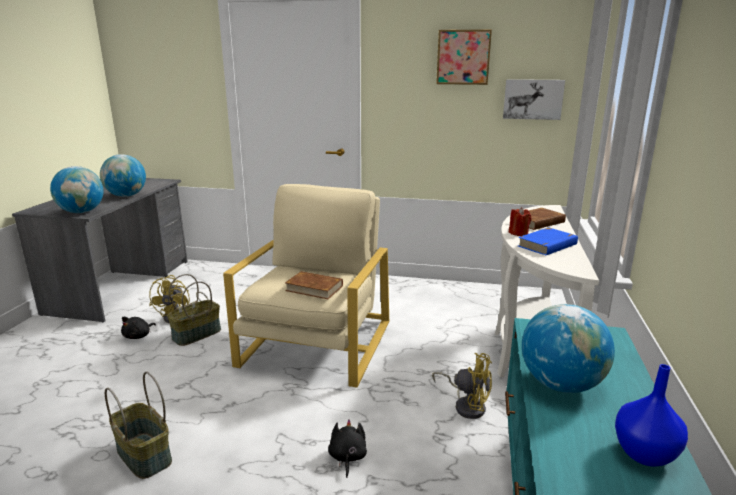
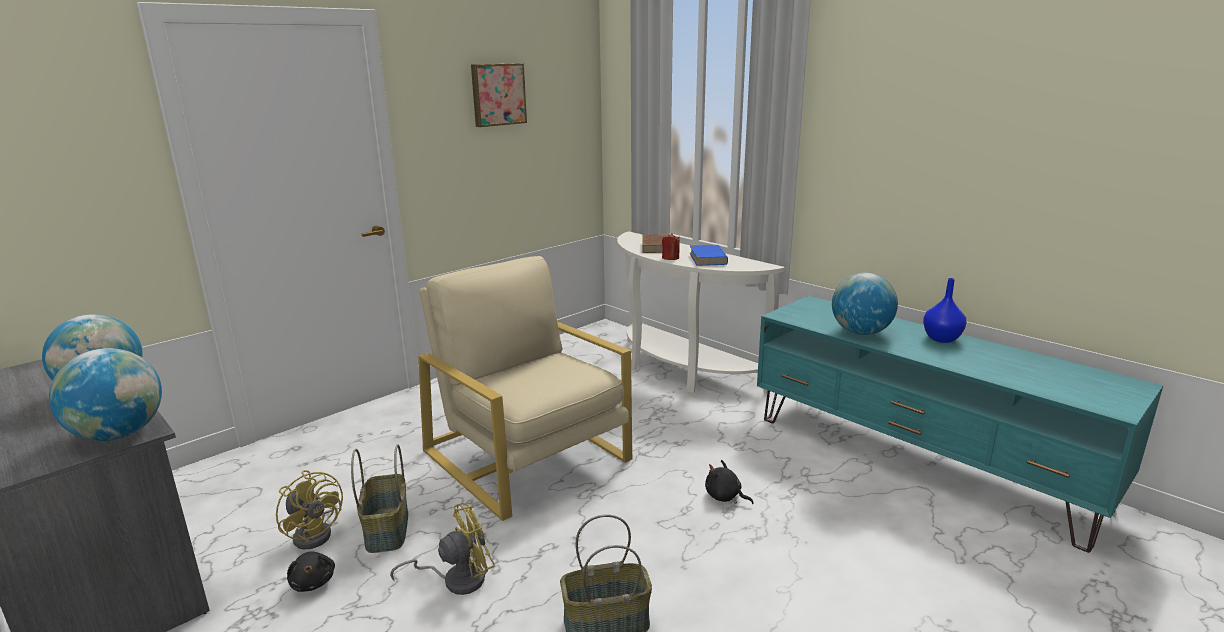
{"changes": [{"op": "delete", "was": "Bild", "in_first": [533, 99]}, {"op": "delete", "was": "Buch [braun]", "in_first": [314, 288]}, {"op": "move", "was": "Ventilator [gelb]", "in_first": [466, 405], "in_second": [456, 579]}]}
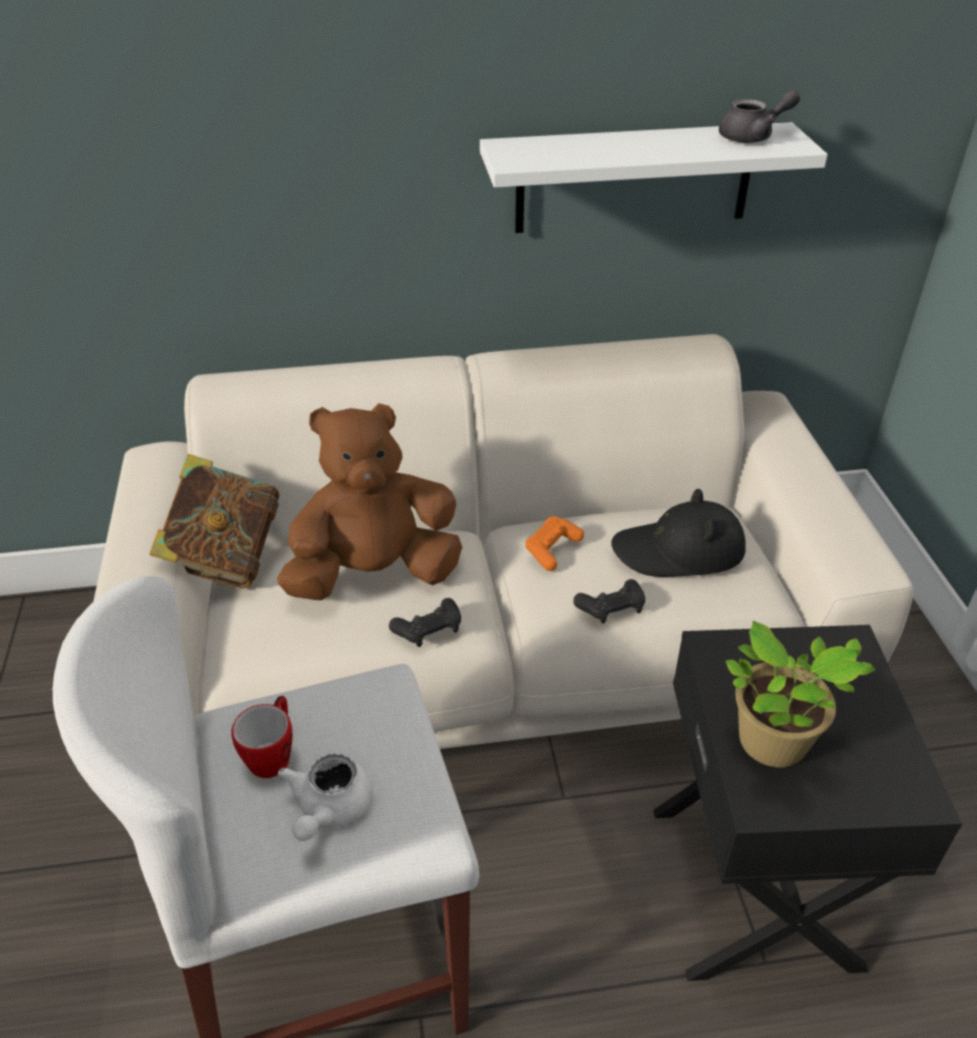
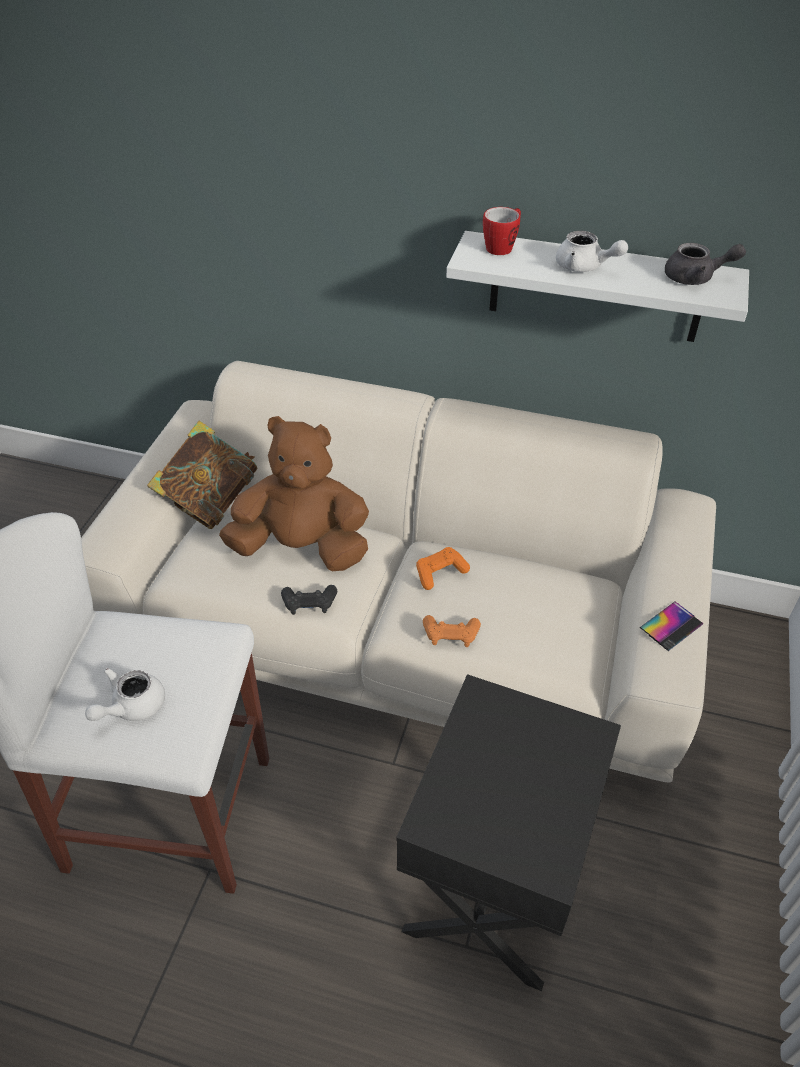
{"changes": [{"op": "delete", "was": "Hut [schwarz]", "in_first": [679, 551]}, {"op": "recolor", "was": "Gamepad [schwarz]", "now": "Gamepad [orange]", "in_first": [611, 608], "in_second": [450, 635]}, {"op": "delete", "was": "Topfpflanze", "in_first": [773, 746]}, {"op": "move", "was": "Henkelbecher", "in_first": [273, 754], "in_second": [502, 247]}, {"op": "insert", "now": "Teekanne [weiß]", "in_second": [584, 267]}, {"op": "insert", "now": "Handy", "in_second": [671, 626]}]}
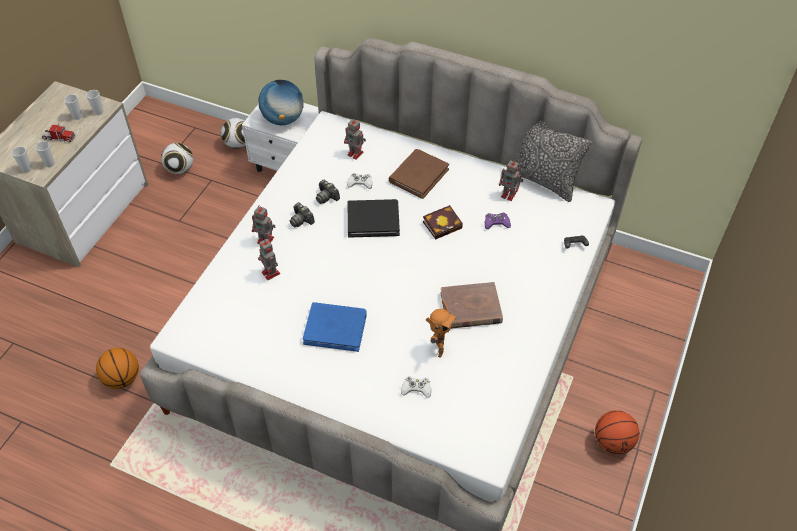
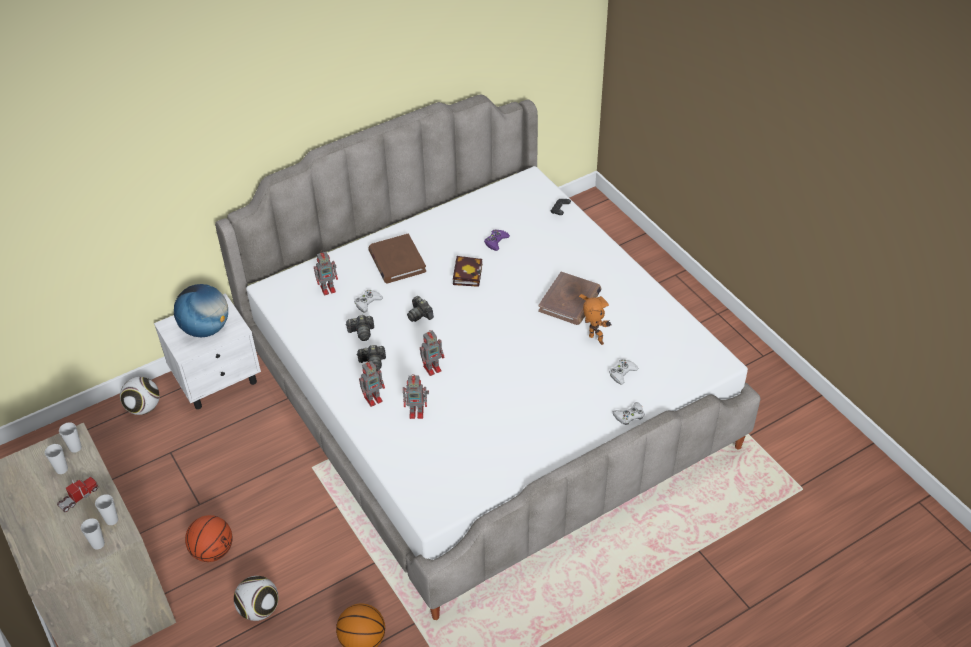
{"changes": [{"op": "delete", "was": "Kissen", "in_first": [544, 181]}, {"op": "move", "was": "Fußball", "in_first": [180, 169], "in_second": [259, 609]}, {"op": "move", "was": "Spielzeugroboter", "in_first": [509, 195], "in_second": [433, 368]}, {"op": "replace", "was": "Buch [schwarz]", "now": "Kamera", "in_first": [373, 220], "in_second": [420, 314]}, {"op": "delete", "was": "Buch [blau]", "in_first": [335, 328]}, {"op": "move", "was": "Basketball", "in_first": [613, 442], "in_second": [212, 551]}, {"op": "insert", "now": "Gamepad [weiß]", "in_second": [629, 415]}]}
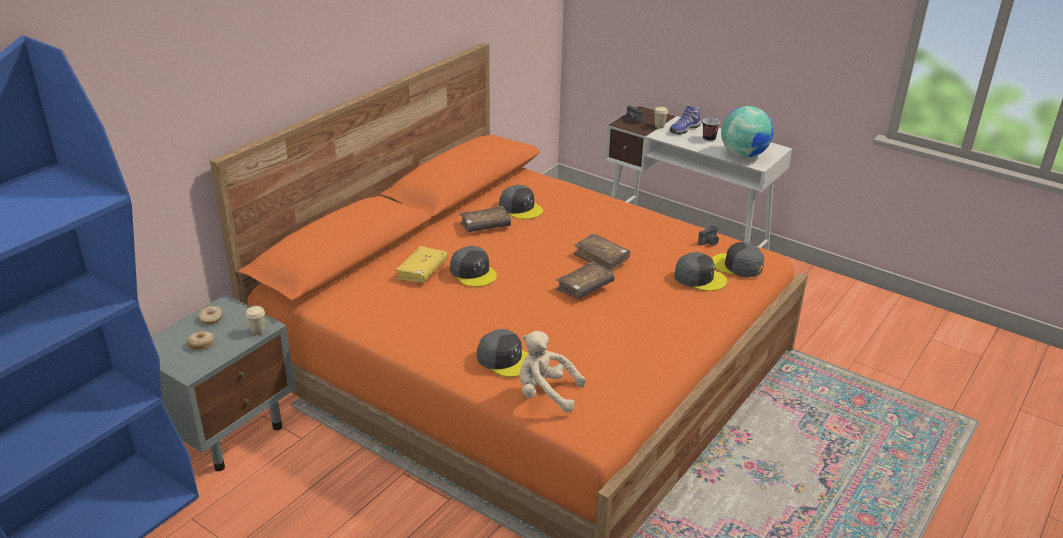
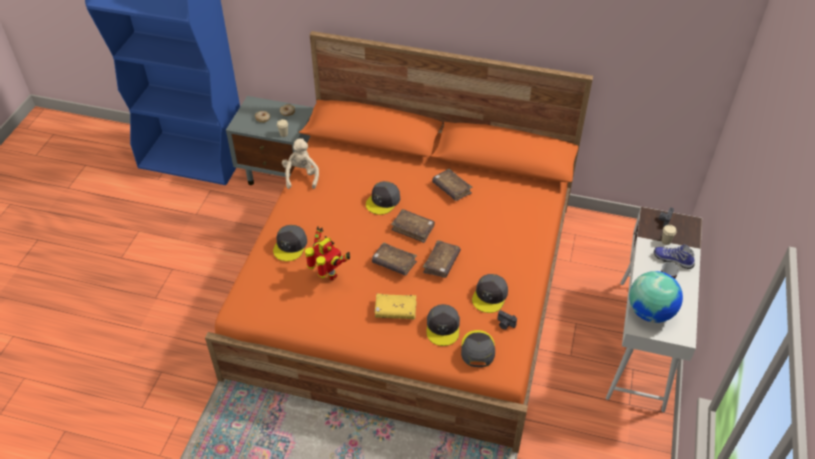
{"changes": [{"op": "move", "was": "Kappe [grau]", "in_first": [520, 208], "in_second": [490, 296]}, {"op": "move", "was": "Buch [gelb]", "in_first": [422, 271], "in_second": [395, 310]}, {"op": "move", "was": "Plüschtier [beige]", "in_first": [545, 393], "in_second": [301, 176]}, {"op": "insert", "now": "Buch [braun]", "in_second": [413, 229]}, {"op": "insert", "now": "Spielzeugroboter", "in_second": [328, 275]}]}
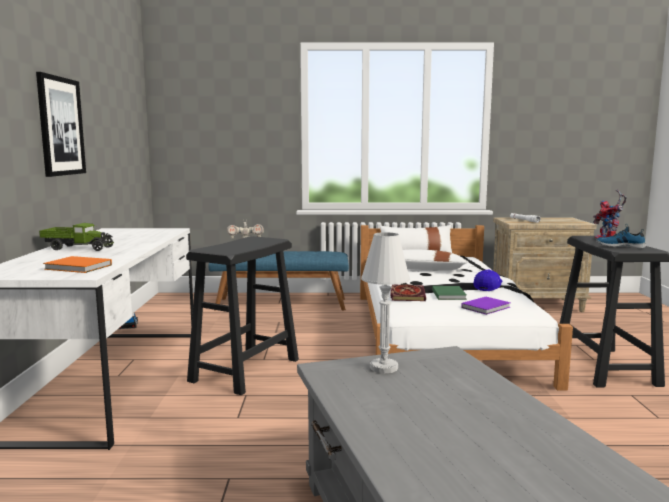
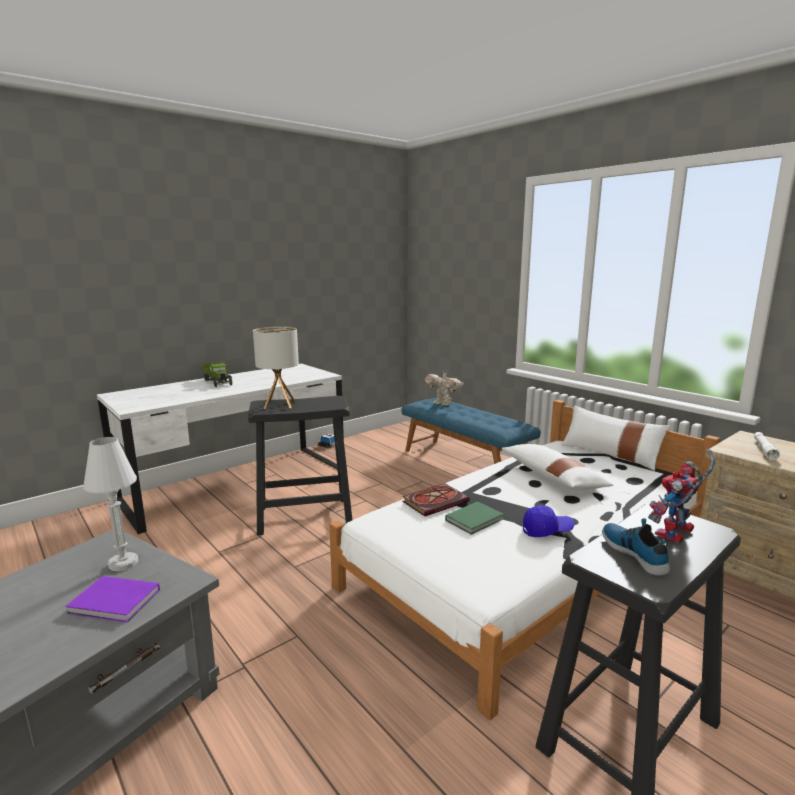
{"changes": [{"op": "delete", "was": "Bild", "in_first": [60, 126]}, {"op": "delete", "was": "Buch [orange]", "in_first": [79, 267]}, {"op": "move", "was": "Buch [lila]", "in_first": [487, 307], "in_second": [116, 602]}, {"op": "insert", "now": "Tischlampe", "in_second": [279, 404]}]}
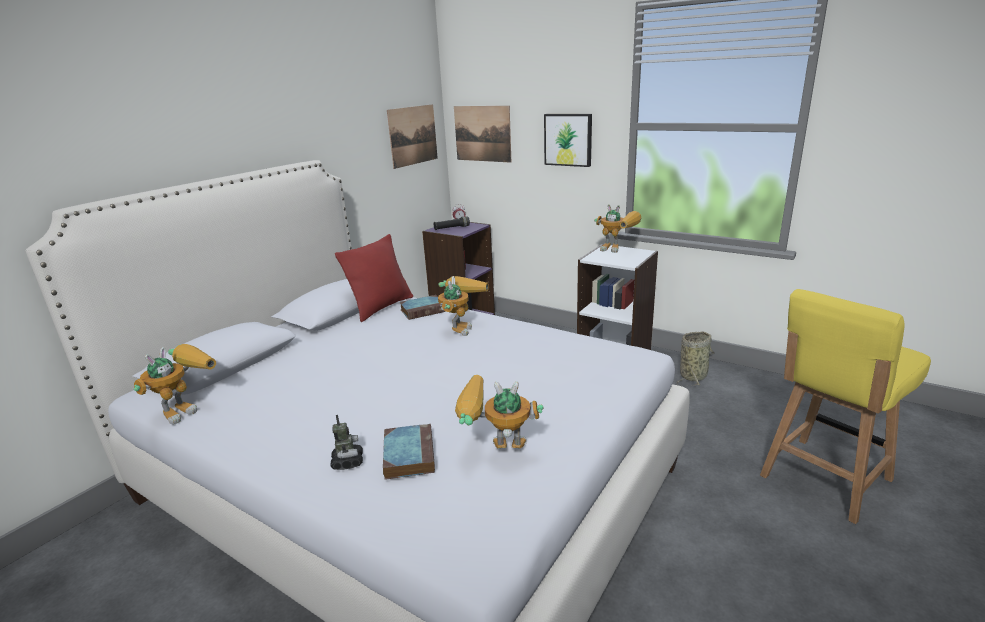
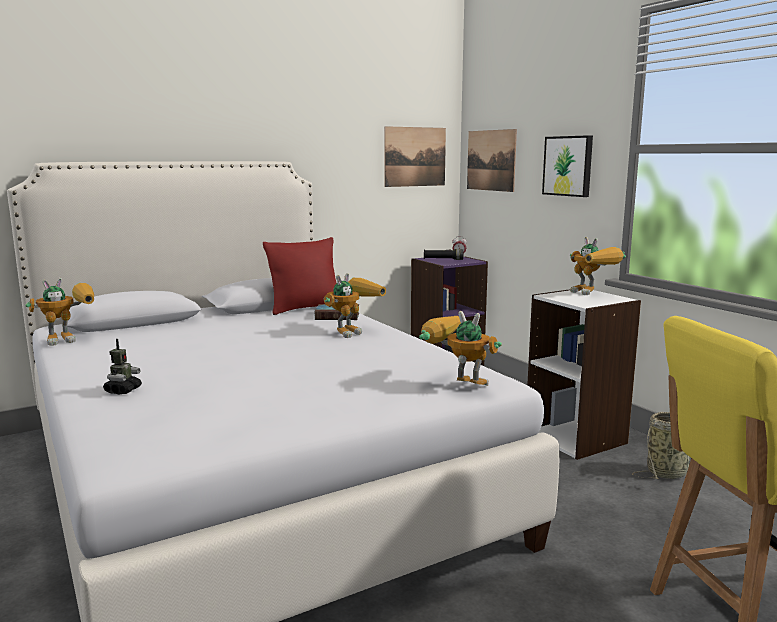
{"changes": [{"op": "move", "was": "Spielzeugroboter", "in_first": [495, 451], "in_second": [456, 385]}, {"op": "delete", "was": "Buch", "in_first": [408, 454]}]}
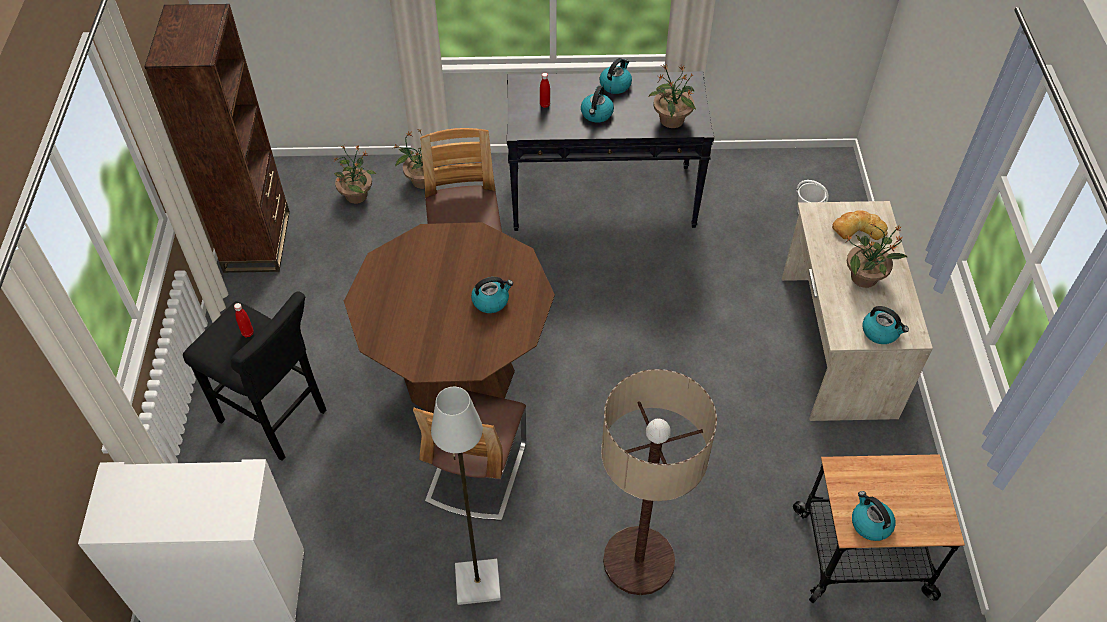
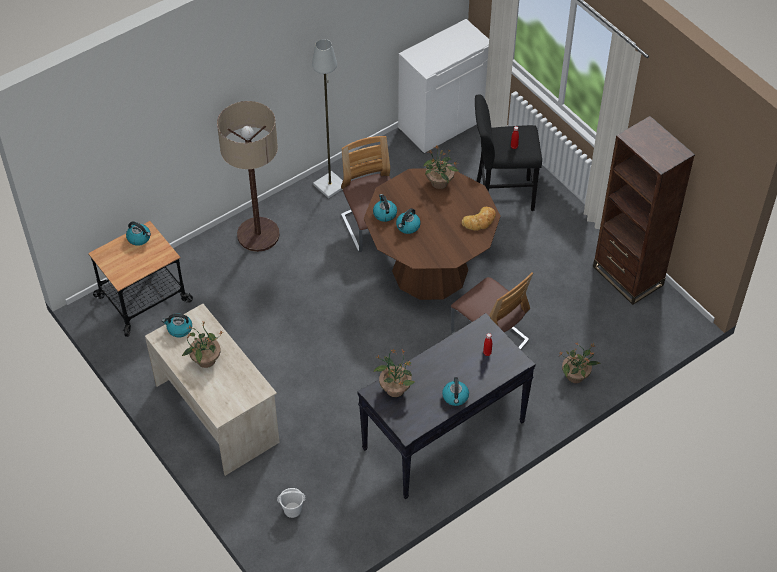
{"changes": [{"op": "move", "was": "Wasserkessel", "in_first": [596, 114], "in_second": [384, 214]}, {"op": "move", "was": "Topfpflanze", "in_first": [357, 195], "in_second": [439, 183]}, {"op": "move", "was": "Brot", "in_first": [858, 228], "in_second": [480, 221]}]}
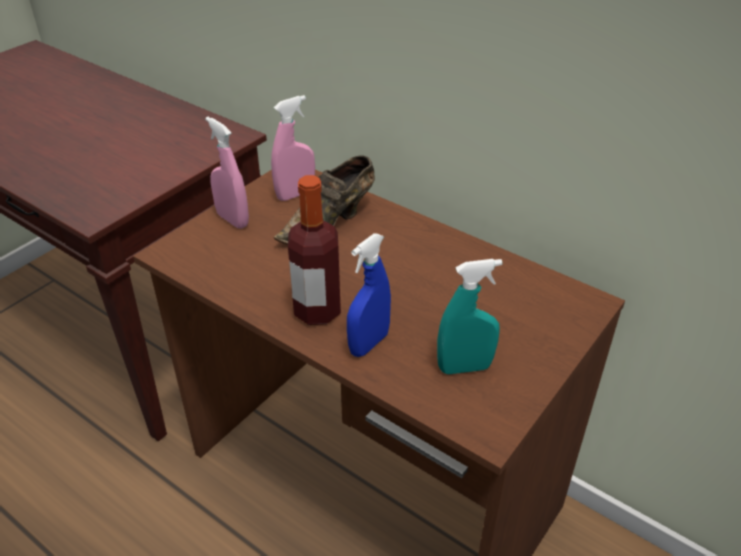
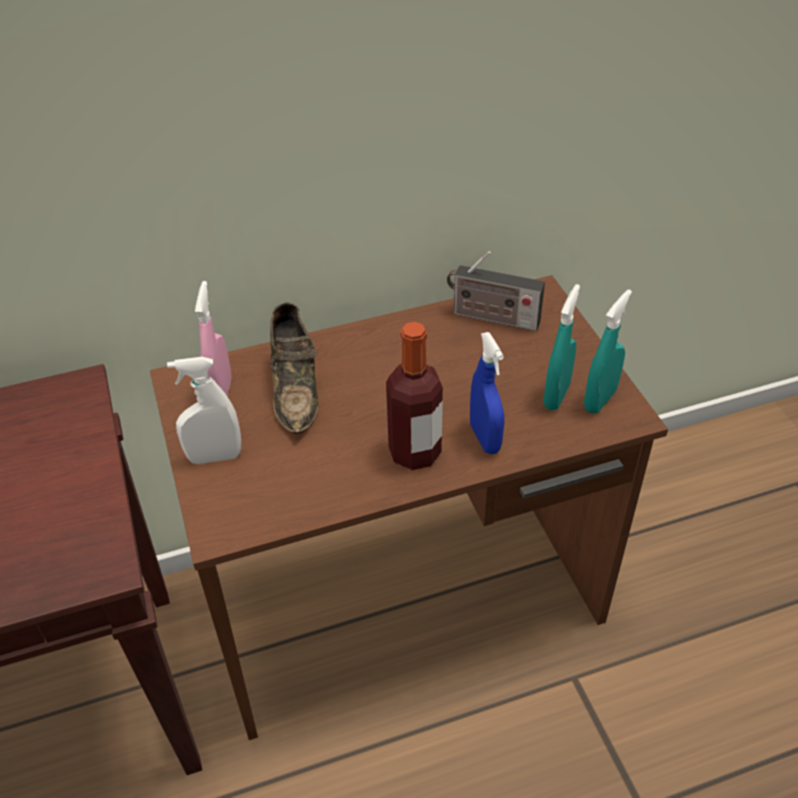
{"changes": [{"op": "recolor", "was": "Sprühflasche [rosa]", "now": "Sprühflasche [weiß]", "in_first": [232, 220], "in_second": [215, 457]}, {"op": "insert", "now": "Radio", "in_second": [491, 318]}, {"op": "insert", "now": "Sprühflasche [türkis]", "in_second": [600, 400]}]}
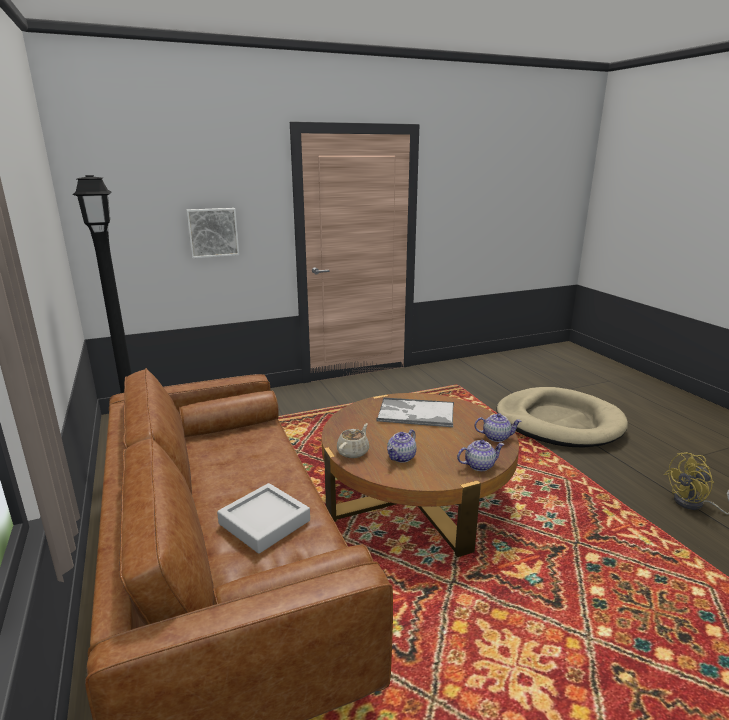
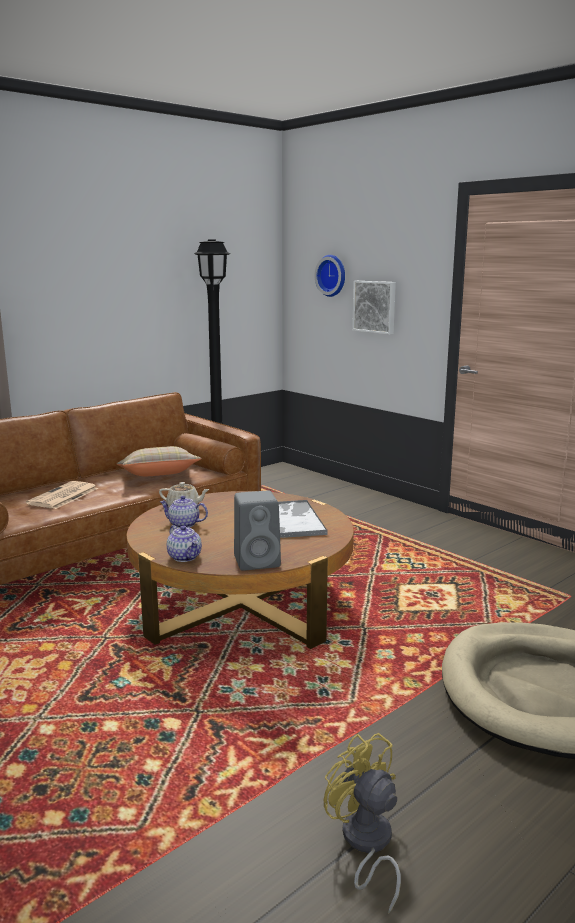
{"changes": [{"op": "replace", "was": "Teekanne", "now": "Lautsprecher [grau]", "in_first": [496, 437], "in_second": [258, 561]}, {"op": "replace", "was": "Tablett [grau]", "now": "Zeitung", "in_first": [264, 522], "in_second": [63, 496]}, {"op": "insert", "now": "Wanduhr", "in_second": [332, 275]}, {"op": "insert", "now": "Kissen [beige]", "in_second": [158, 476]}]}
